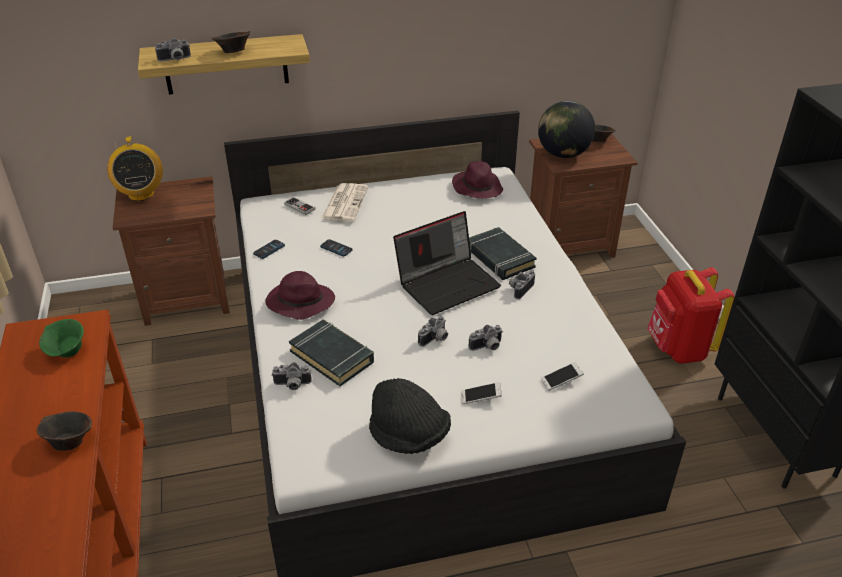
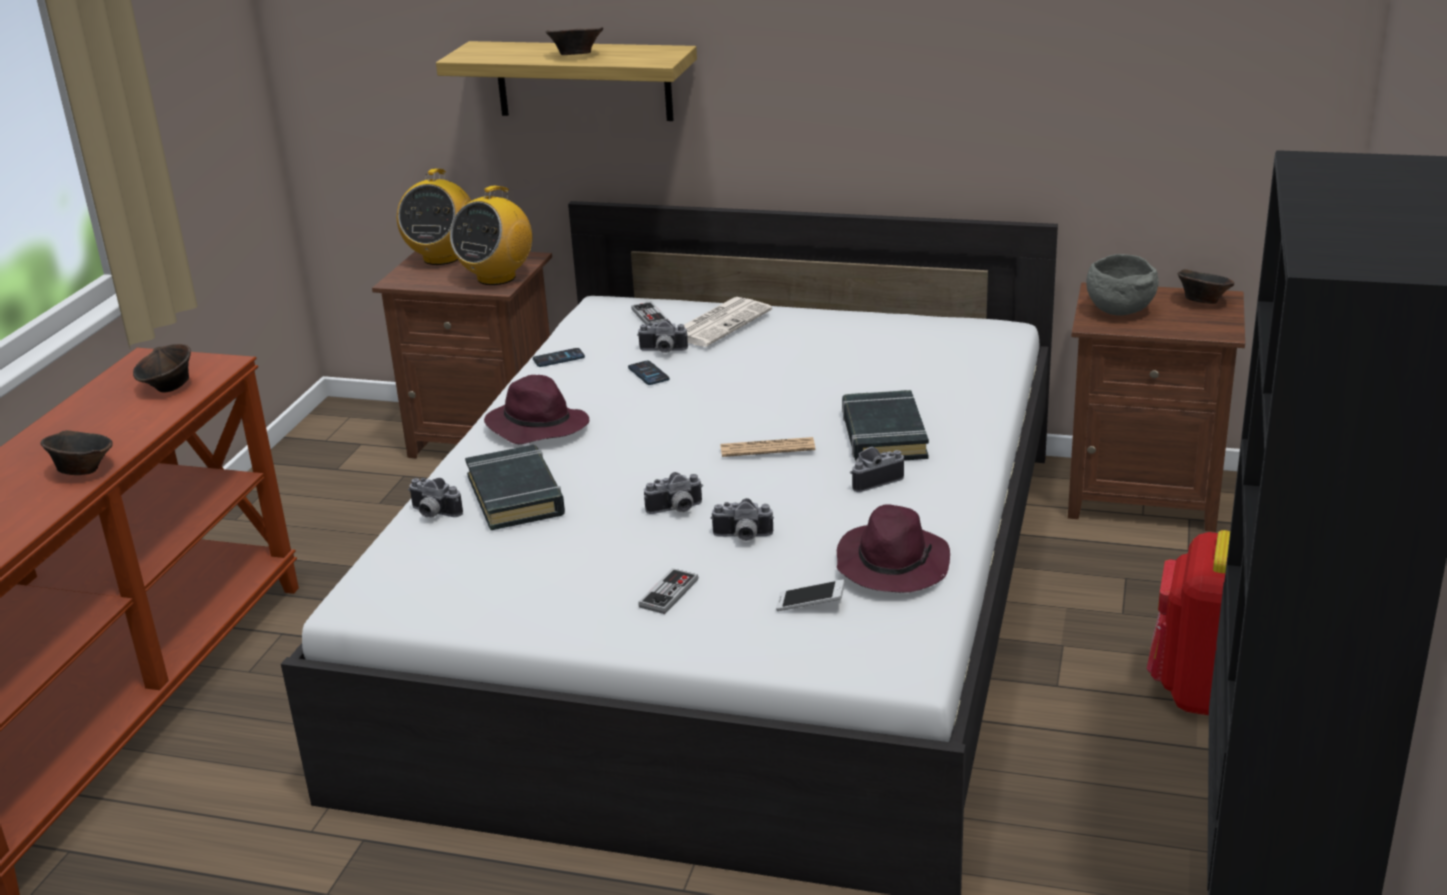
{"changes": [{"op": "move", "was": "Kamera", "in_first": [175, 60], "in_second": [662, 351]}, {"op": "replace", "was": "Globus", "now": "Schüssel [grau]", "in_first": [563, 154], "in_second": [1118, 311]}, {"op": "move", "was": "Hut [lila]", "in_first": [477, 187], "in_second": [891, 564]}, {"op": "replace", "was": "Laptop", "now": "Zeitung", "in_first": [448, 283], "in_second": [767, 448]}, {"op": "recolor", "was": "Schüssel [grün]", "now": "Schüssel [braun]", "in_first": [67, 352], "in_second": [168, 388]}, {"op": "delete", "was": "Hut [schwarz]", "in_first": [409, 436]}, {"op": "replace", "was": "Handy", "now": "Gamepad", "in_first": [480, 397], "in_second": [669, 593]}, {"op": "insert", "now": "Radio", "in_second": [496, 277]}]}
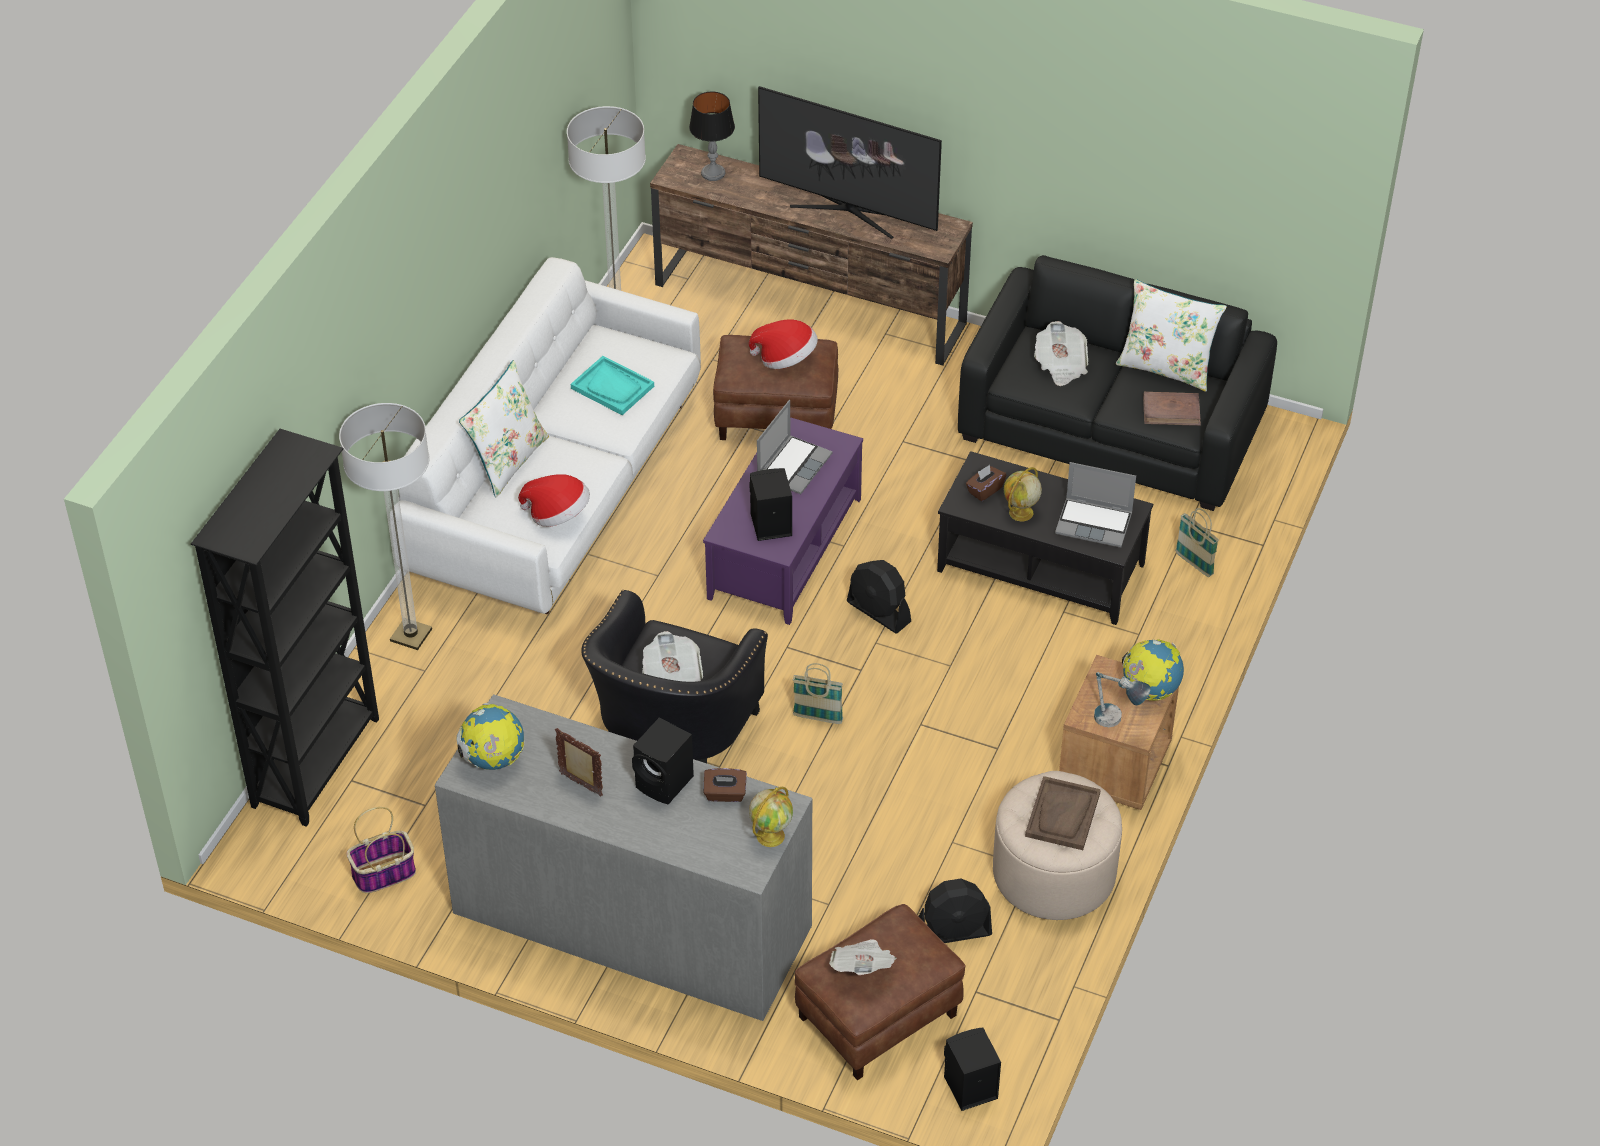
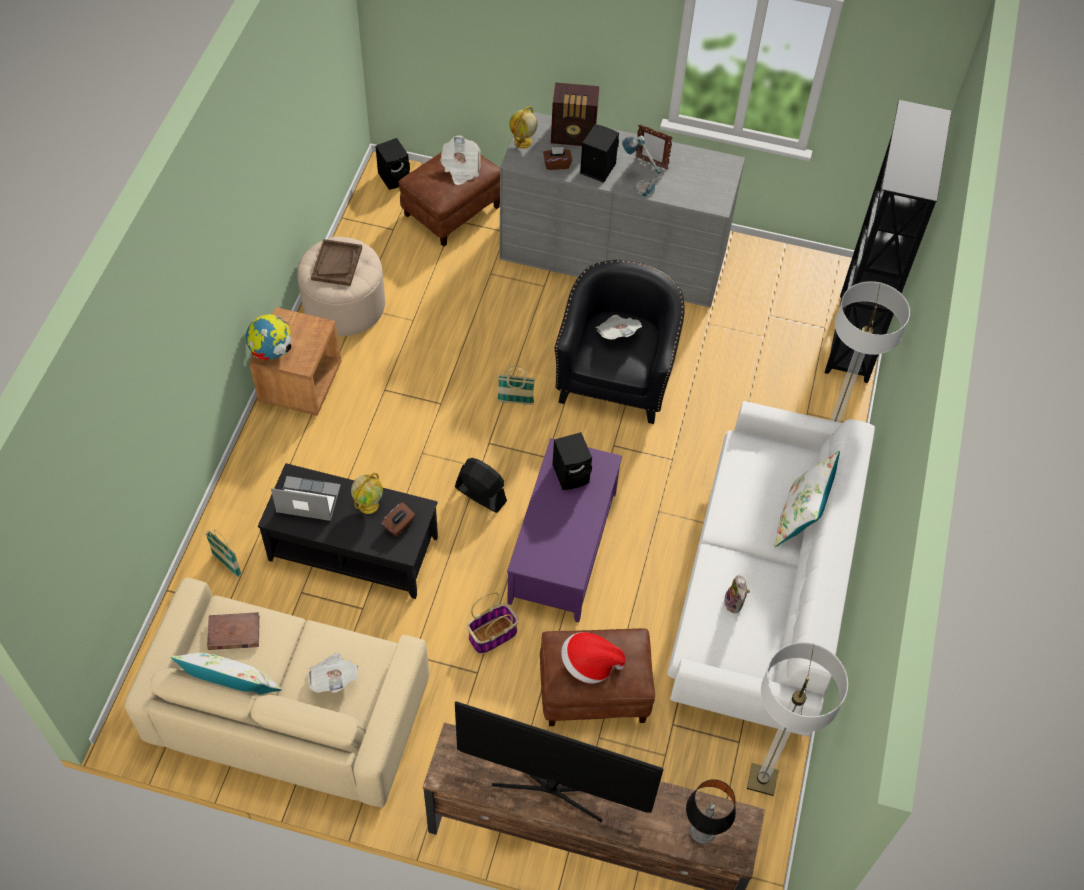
{"changes": [{"op": "recolor", "was": "Sofa [schwarz]", "now": "Sofa [beige]", "in_first": [1112, 426], "in_second": [288, 711]}, {"op": "replace", "was": "Tablett [türkis]", "now": "Plüschtier", "in_first": [612, 387], "in_second": [735, 603]}, {"op": "delete", "was": "Laptop", "in_first": [793, 465]}, {"op": "delete", "was": "Hut", "in_first": [558, 515]}, {"op": "move", "was": "Tischlampe", "in_first": [1117, 723], "in_second": [638, 185]}, {"op": "delete", "was": "Globus", "in_first": [493, 759]}, {"op": "move", "was": "Korb", "in_first": [383, 874], "in_second": [493, 634]}, {"op": "delete", "was": "Ventilator [schwarz]", "in_first": [954, 932]}, {"op": "insert", "now": "Radio", "in_second": [574, 136]}]}
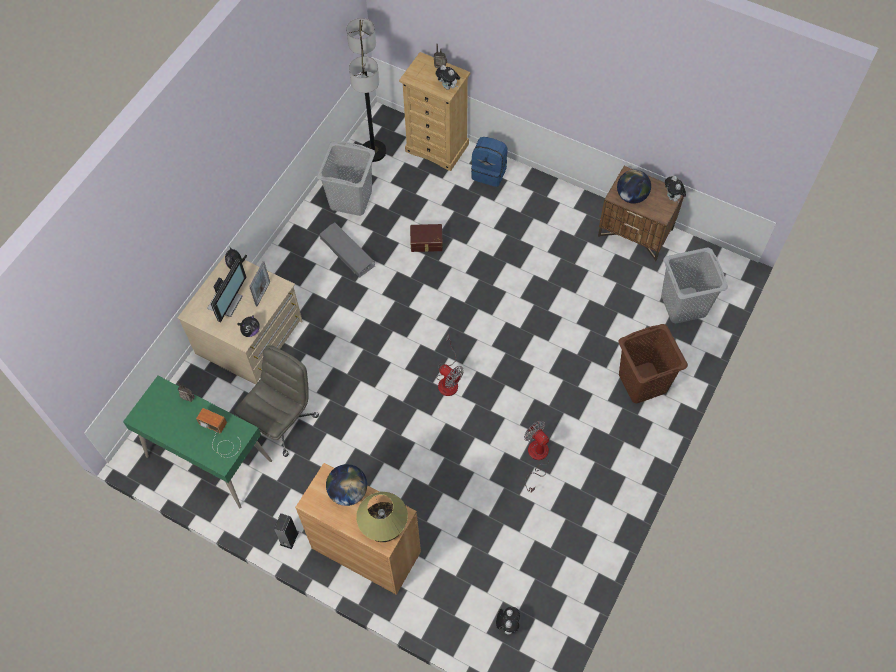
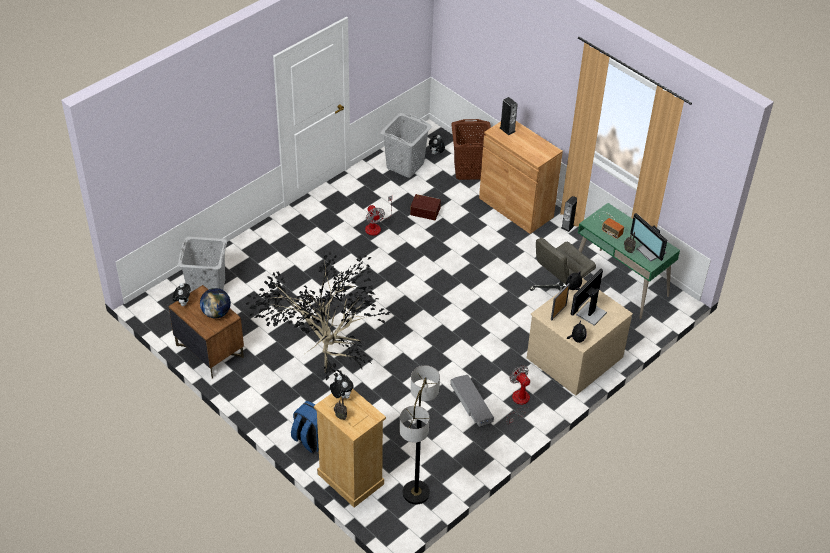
{"changes": [{"op": "move", "was": "Wäschekorb [grau]", "in_first": [350, 199], "in_second": [405, 165]}, {"op": "move", "was": "Aufbewahrungsbox [braun]", "in_first": [426, 242], "in_second": [425, 211]}, {"op": "move", "was": "Wäschekorb [braun]", "in_first": [643, 382], "in_second": [469, 170]}, {"op": "move", "was": "Ventilator", "in_first": [448, 379], "in_second": [518, 402]}, {"op": "delete", "was": "Globus", "in_first": [348, 492]}, {"op": "replace", "was": "Tischlampe", "now": "Lautsprecher", "in_first": [384, 525], "in_second": [507, 129]}, {"op": "insert", "now": "Monitor", "in_second": [650, 252]}, {"op": "insert", "now": "Topfpflanze", "in_second": [324, 369]}]}
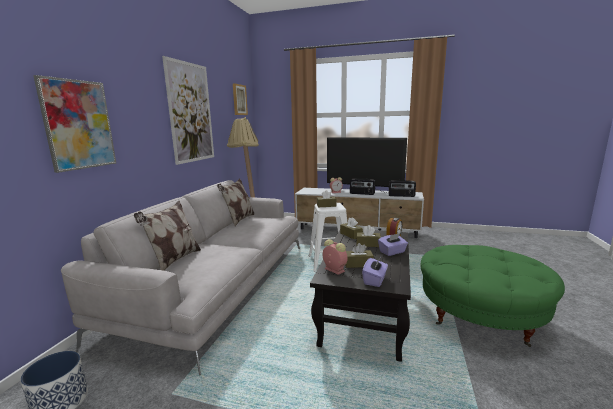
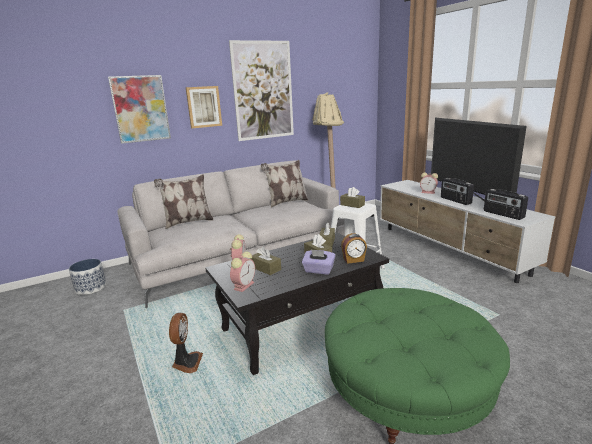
{"changes": [{"op": "move", "was": "Bild", "in_first": [239, 100], "in_second": [204, 107]}, {"op": "replace", "was": "Taschentuchbox [lila]", "now": "Wecker", "in_first": [375, 280], "in_second": [244, 285]}, {"op": "insert", "now": "Ventilator", "in_second": [186, 363]}]}
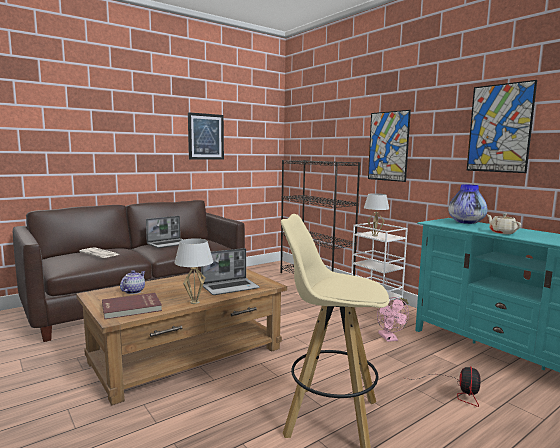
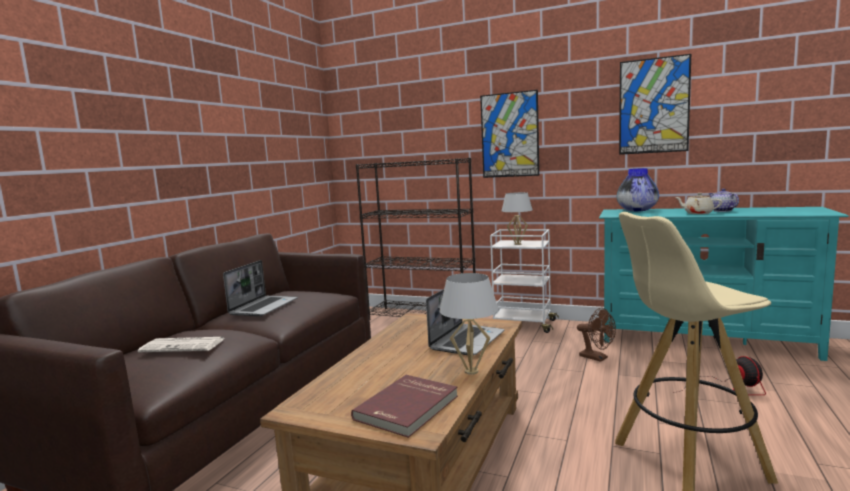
{"changes": [{"op": "delete", "was": "Bild", "in_first": [205, 136]}, {"op": "move", "was": "Teekanne", "in_first": [133, 291], "in_second": [721, 211]}, {"op": "recolor", "was": "Ventilator [rosa]", "now": "Ventilator [braun]", "in_first": [389, 338], "in_second": [597, 358]}]}
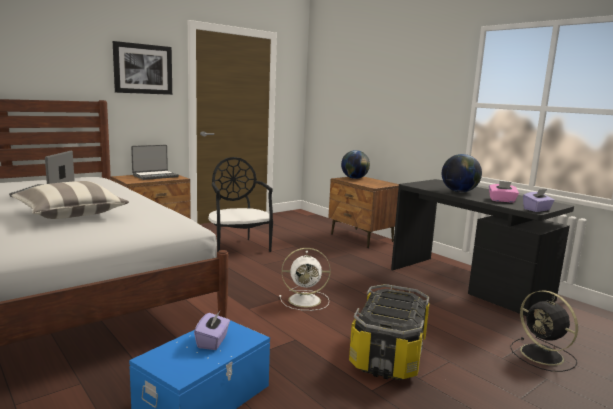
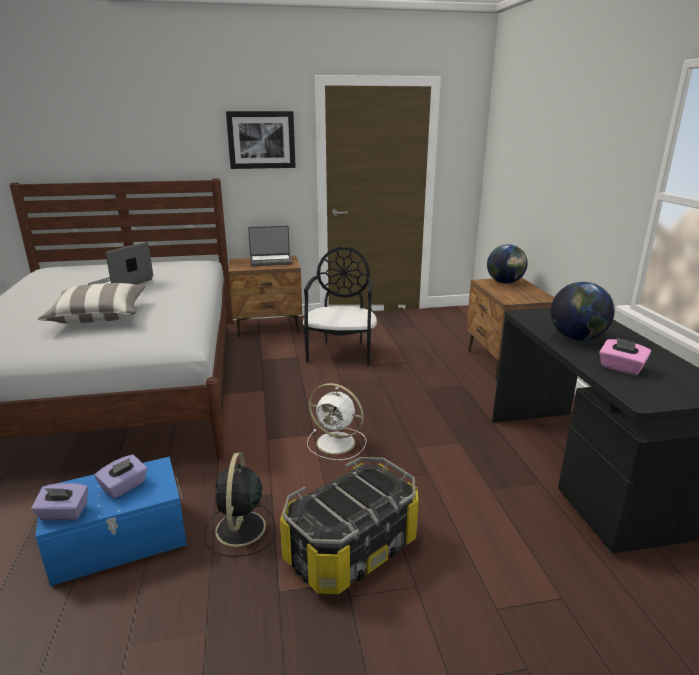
{"changes": [{"op": "move", "was": "Taschentuchbox [lila]", "in_first": [537, 210], "in_second": [63, 513]}, {"op": "move", "was": "Ventilator [schwarz]", "in_first": [543, 355], "in_second": [240, 530]}]}
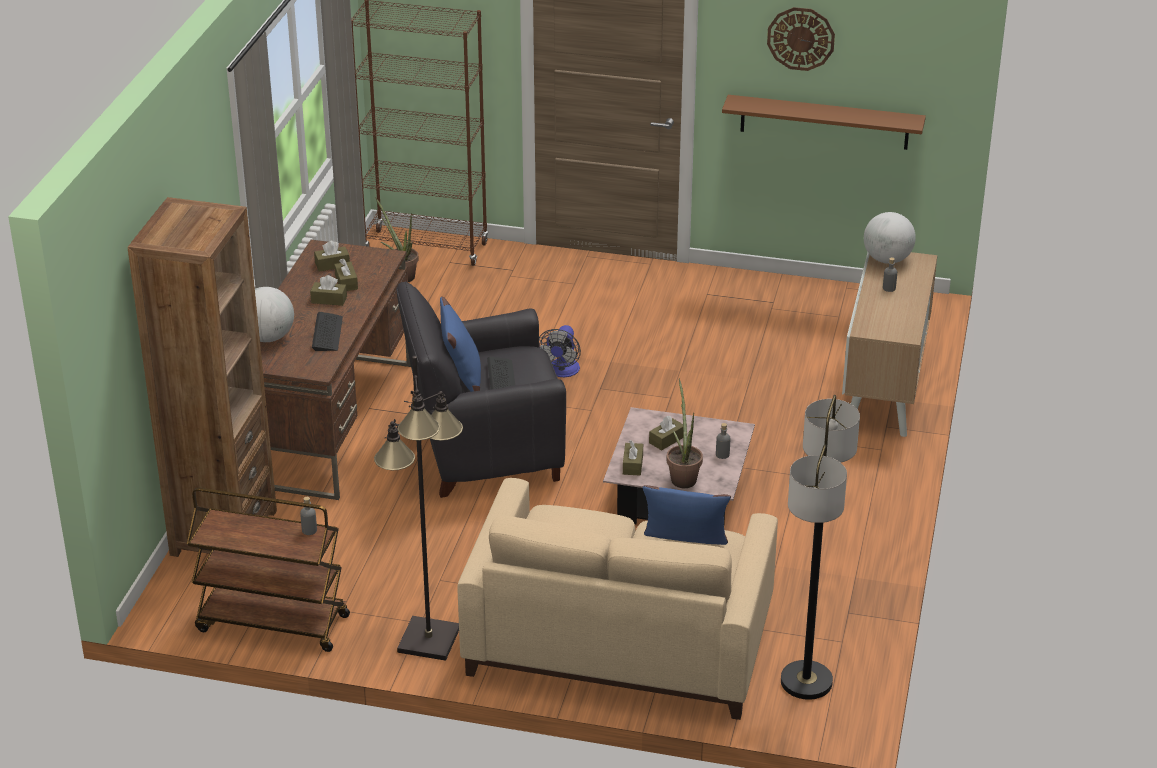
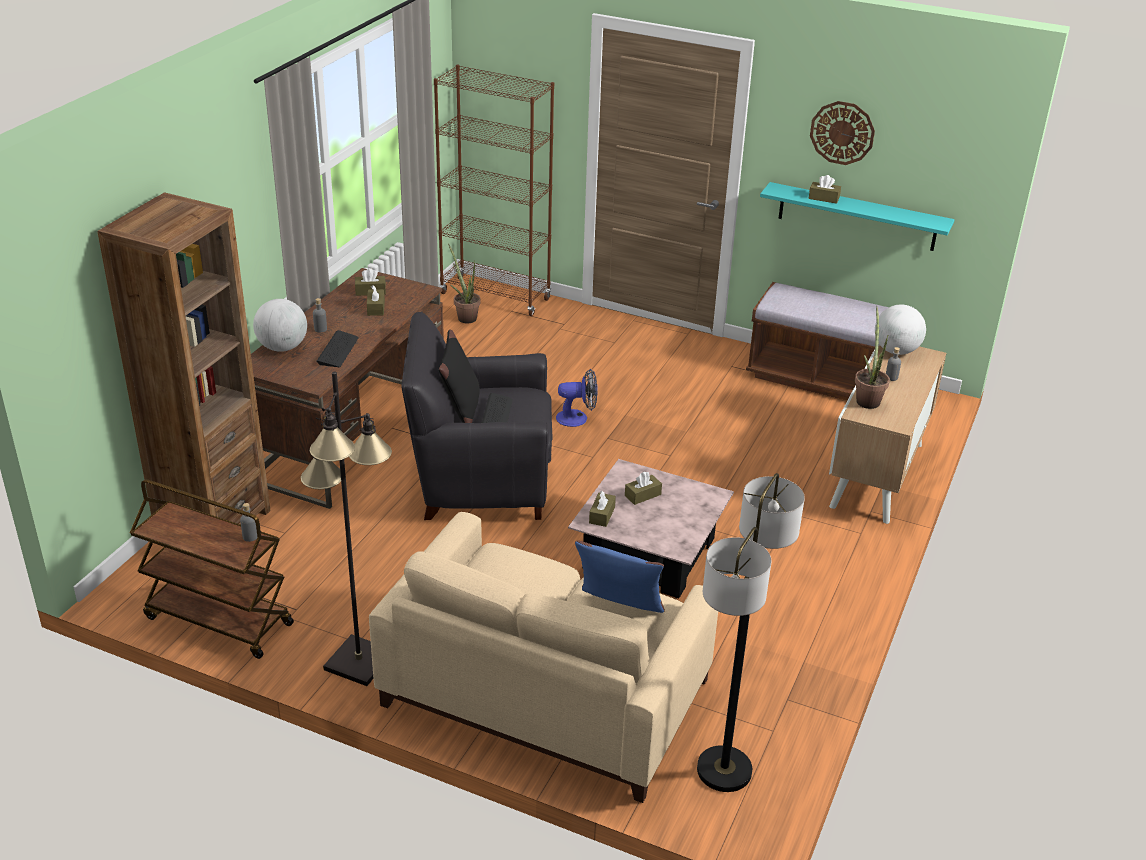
{"changes": [{"op": "recolor", "was": "Wandregal [braun]", "now": "Wandregal [türkis]", "in_first": [824, 122], "in_second": [857, 217]}, {"op": "move", "was": "Taschentuchbox [braun]", "in_first": [329, 300], "in_second": [824, 198]}, {"op": "recolor", "was": "Kissen [blau]", "now": "Kissen [schwarz]", "in_first": [462, 379], "in_second": [461, 411]}, {"op": "rotate", "was": "Ventilator", "in_first": [562, 371], "in_second": [577, 418], "clockwise": -120}, {"op": "move", "was": "Topfpflanze", "in_first": [682, 477], "in_second": [867, 399]}, {"op": "move", "was": "Flasche [grau]", "in_first": [722, 454], "in_second": [320, 329]}, {"op": "insert", "now": "Bank [braun]", "in_second": [818, 378]}]}
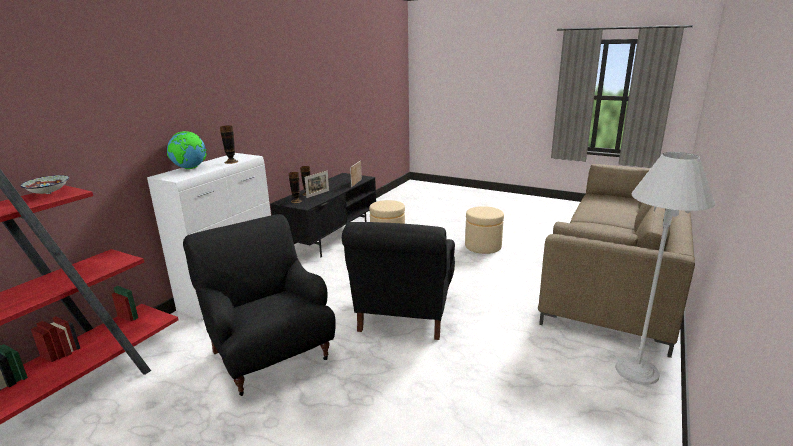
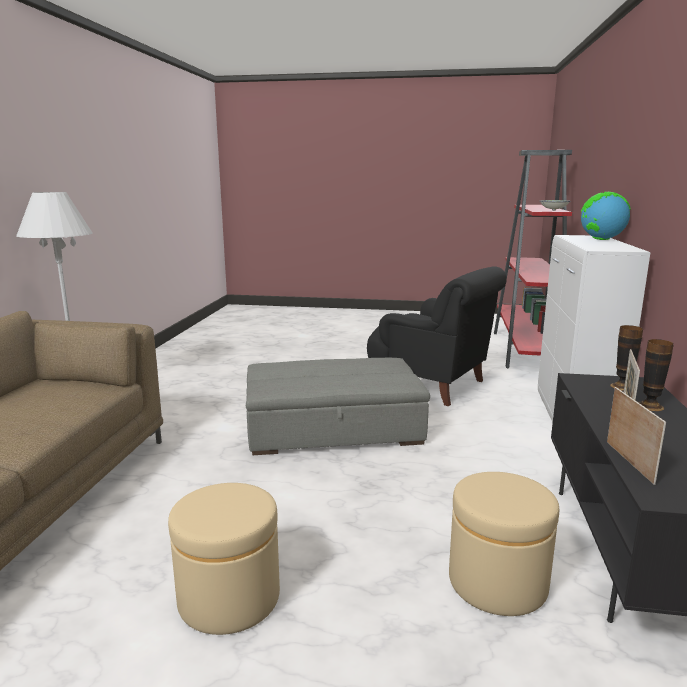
{"changes": [{"op": "delete", "was": "Vase", "in_first": [231, 162]}, {"op": "replace", "was": "Sessel [schwarz]", "now": "Polsterhocker [grau]", "in_first": [404, 315], "in_second": [333, 428]}]}
